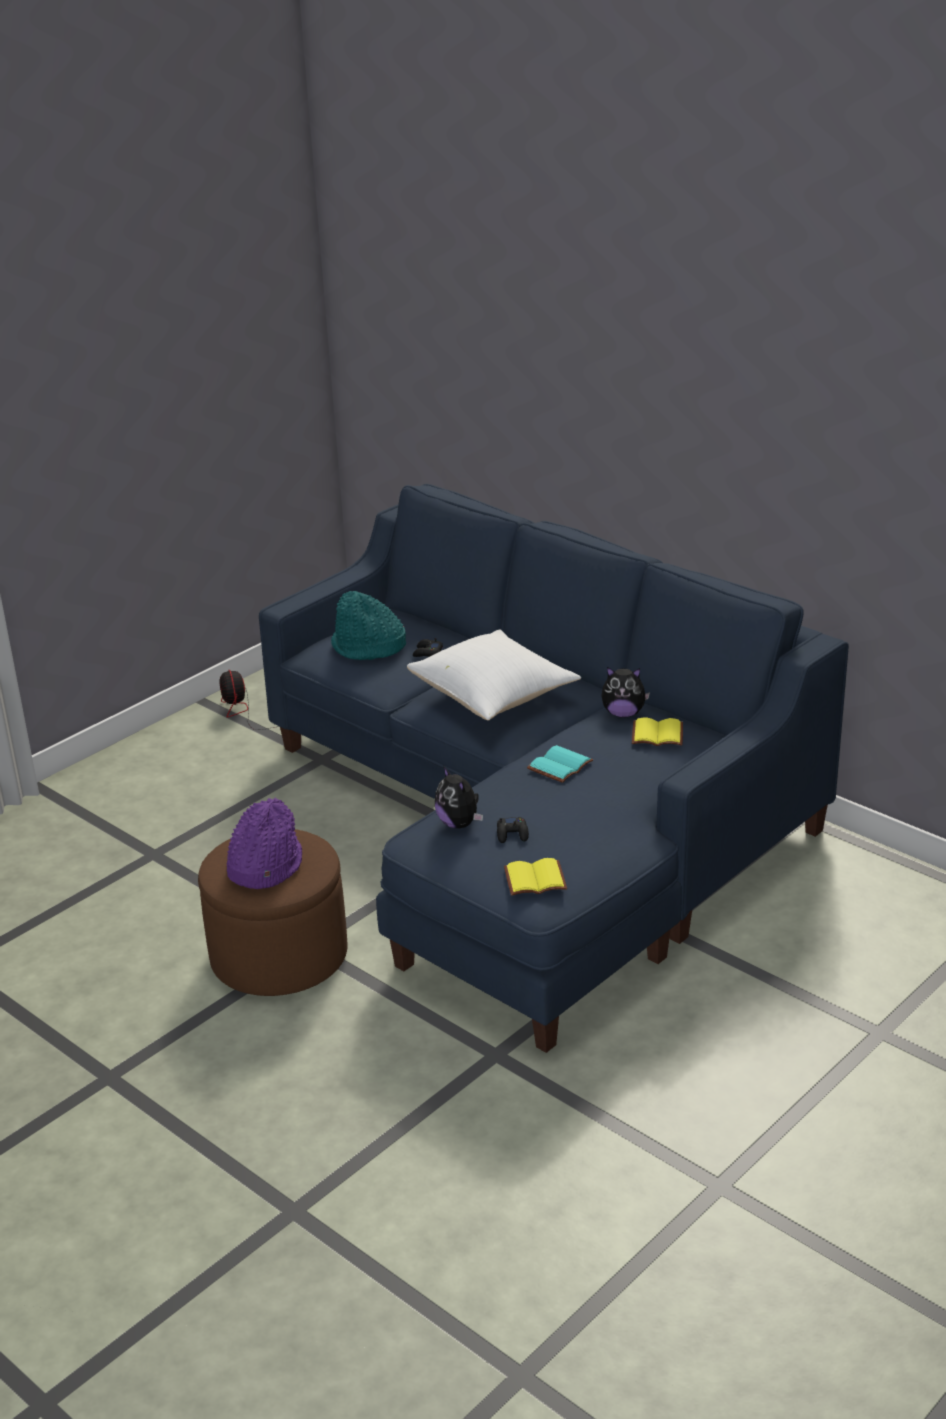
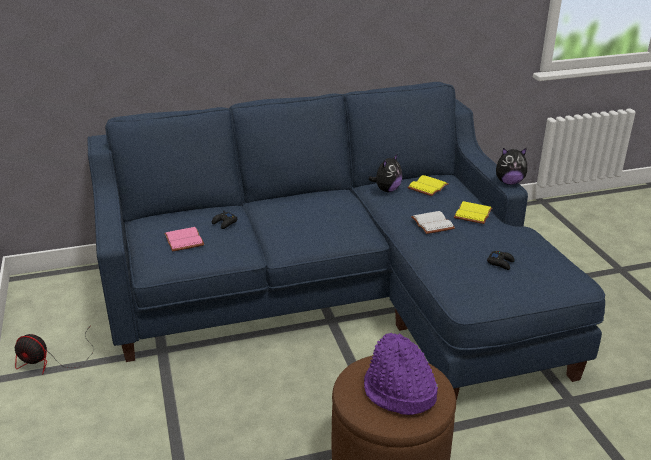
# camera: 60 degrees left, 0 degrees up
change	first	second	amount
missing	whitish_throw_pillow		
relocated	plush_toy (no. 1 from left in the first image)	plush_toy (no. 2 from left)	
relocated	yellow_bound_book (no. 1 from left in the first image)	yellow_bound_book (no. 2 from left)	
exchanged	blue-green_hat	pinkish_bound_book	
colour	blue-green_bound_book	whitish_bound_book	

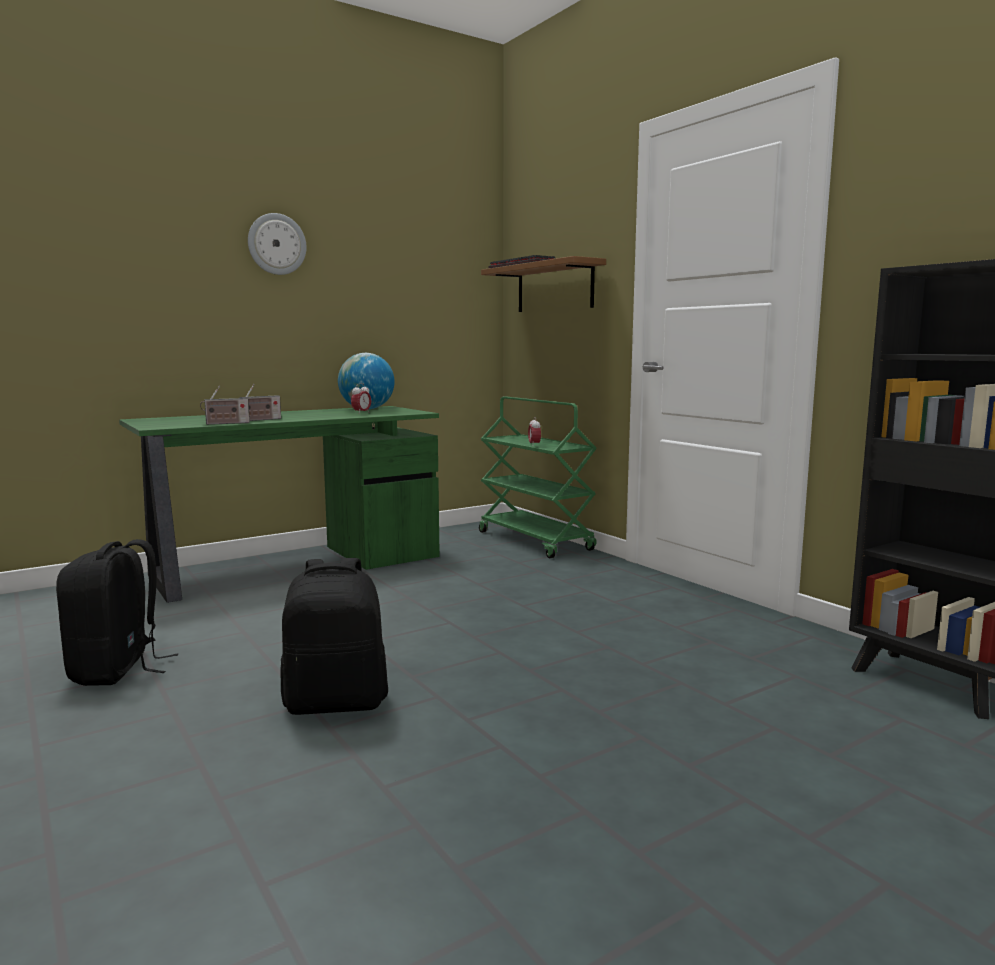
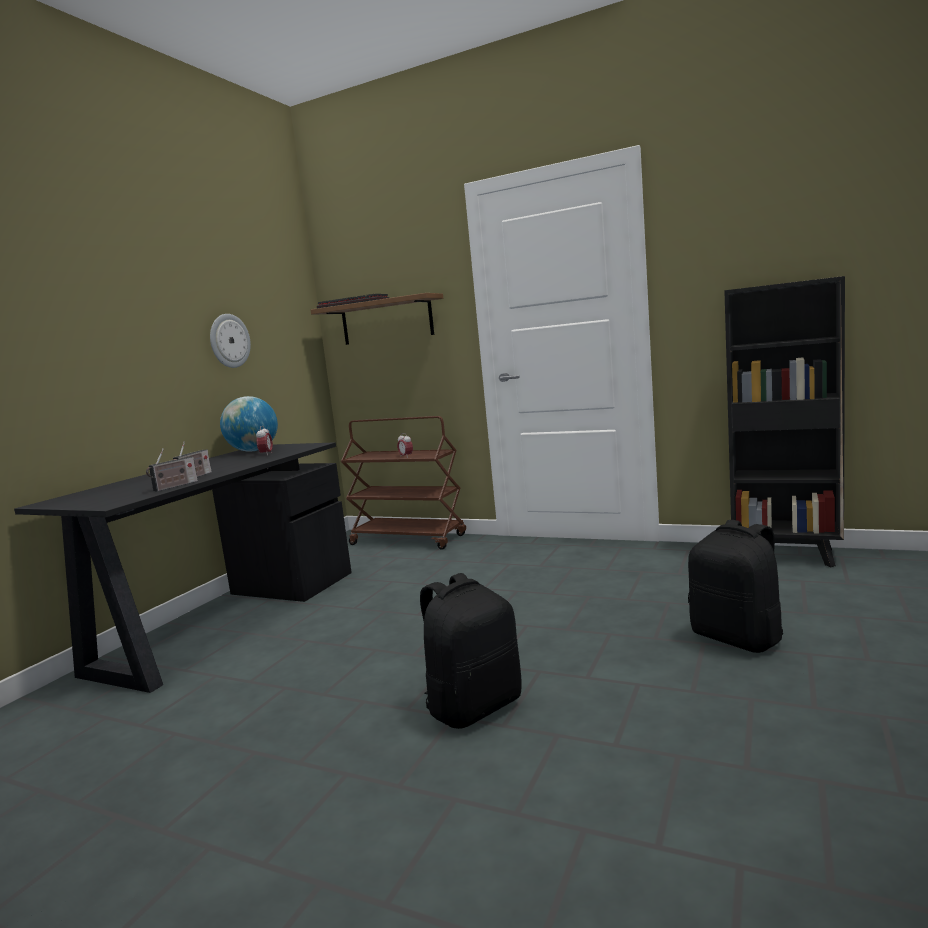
# camera: 30 degrees left, 0 degrees up
change	first	second	amount
relocated	black-coloured_knapsack (no. 1 from left in the first image)	black-coloured_knapsack (no. 2 from left)	
relocated	clock_on_the_wall		
colour	green-coloured_desk	black-coloured_desk	
colour	green-coloured_trolley	brownish_trolley	

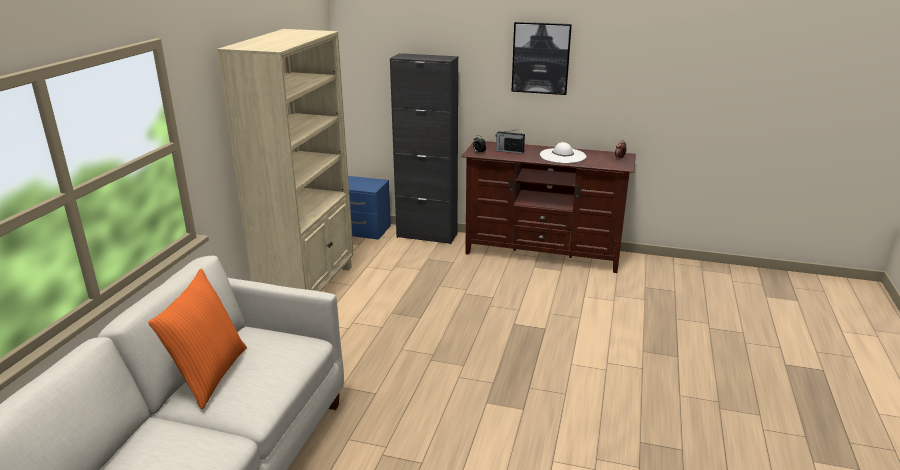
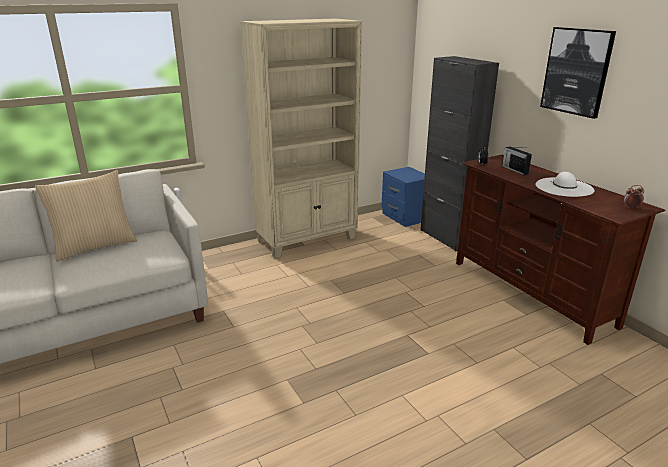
# camera: 45 degrees right, 0 degrees up
change	first	second	amount
colour	orange_throw_pillow	beige-coloured_throw_pillow	

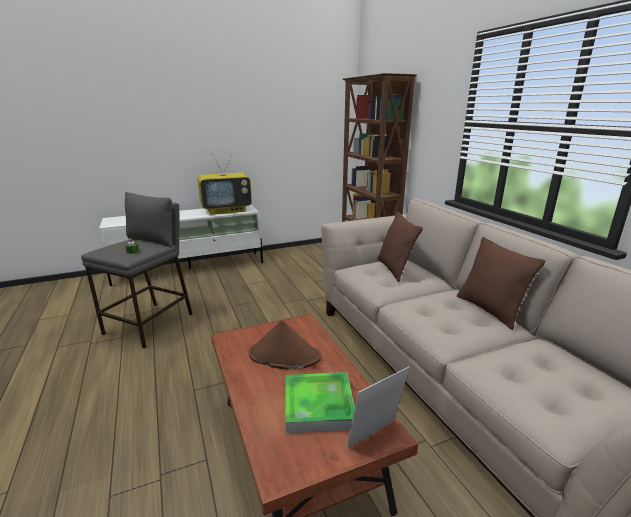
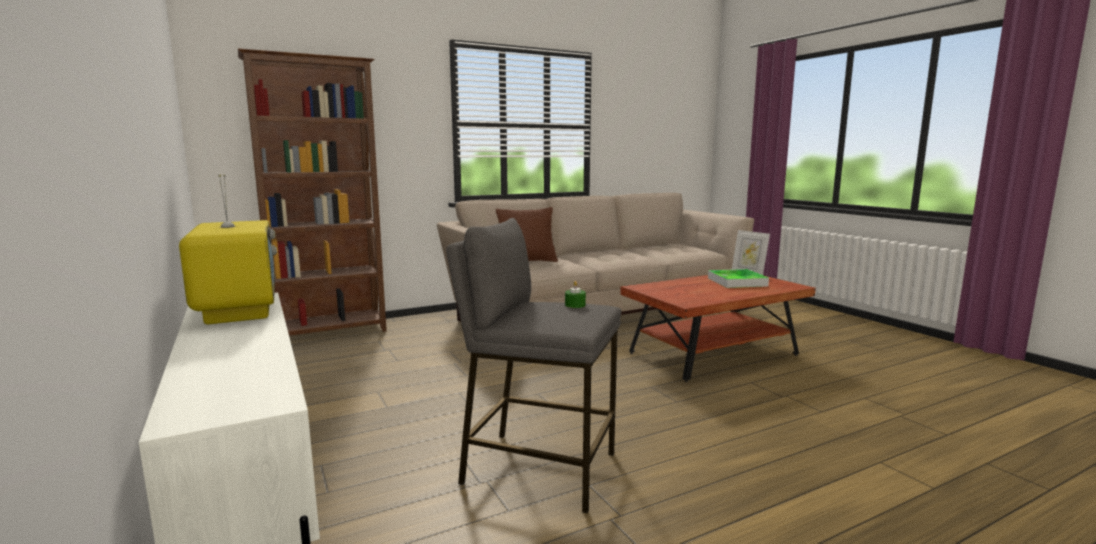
# camera: 95 degrees left, 10 degrees down
change	first	second	amount
missing	brownish_hat		
missing	brownish_throw_pillow (no. 2 from left)		

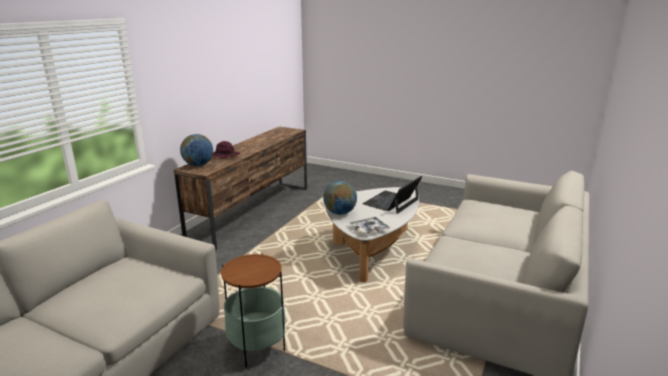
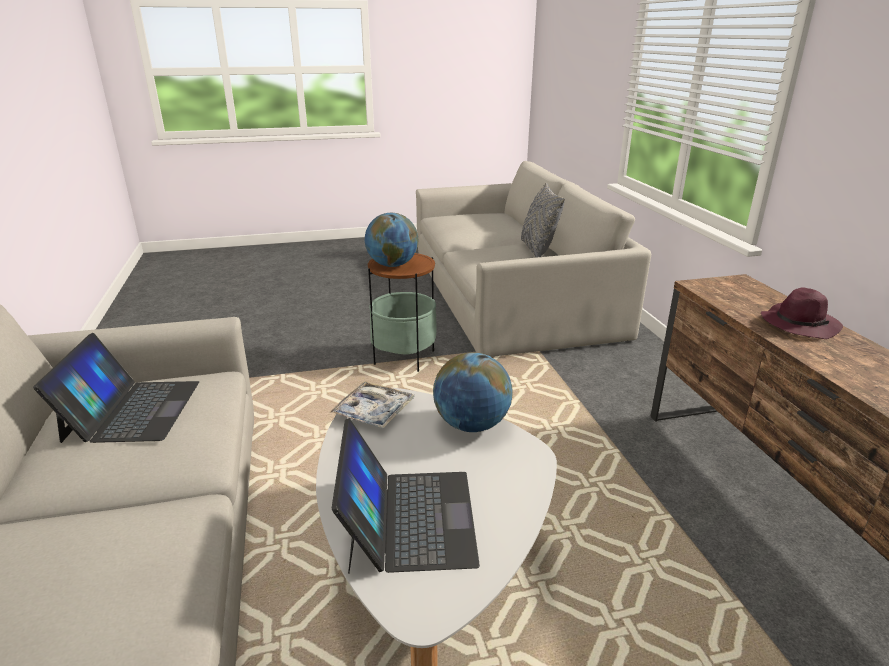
# camera: 140 degrees right, 5 degrees up
change	first	second	amount
appeared		notebook_computer (no. 1 from left)	
appeared		gray_throw_pillow	
relocated	desk_globe (no. 1 from left)		

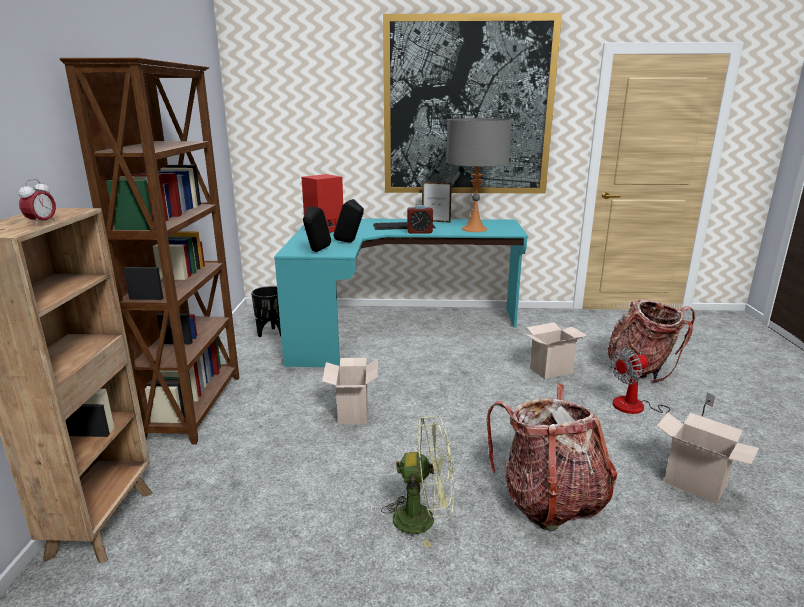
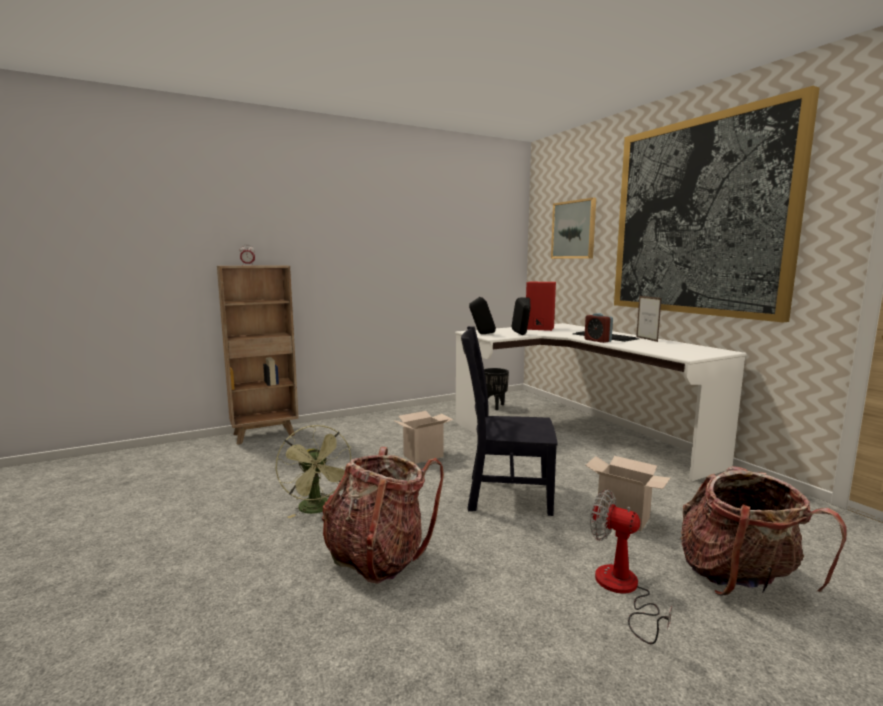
# camera: 60 degrees right, 10 degrees down
change	first	second	amount
missing	brownish_bookcase (no. 2 from left)		
missing	gray_tabletop_lamp		
missing	packing_box (no. 3 from left)		
appeared		black-coloured_chair	
appeared		wall_art (no. 1 from left)	
colour	blue-green_desk	whitish_desk	

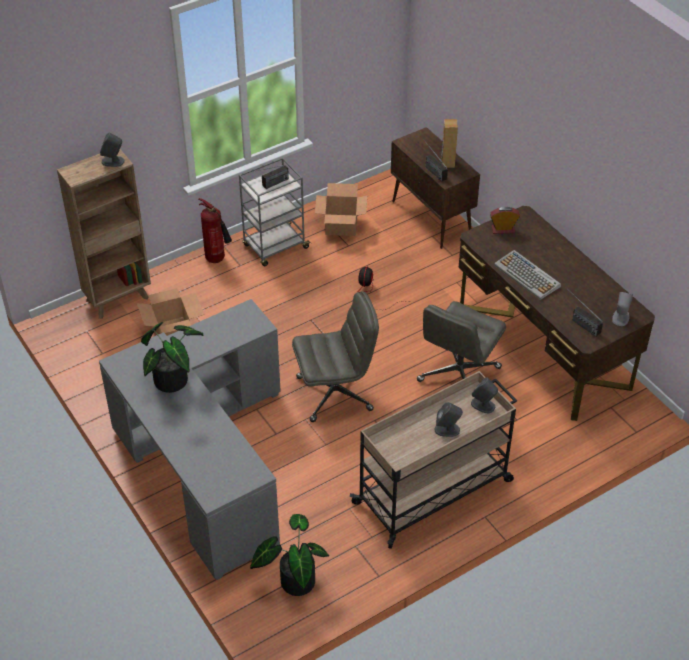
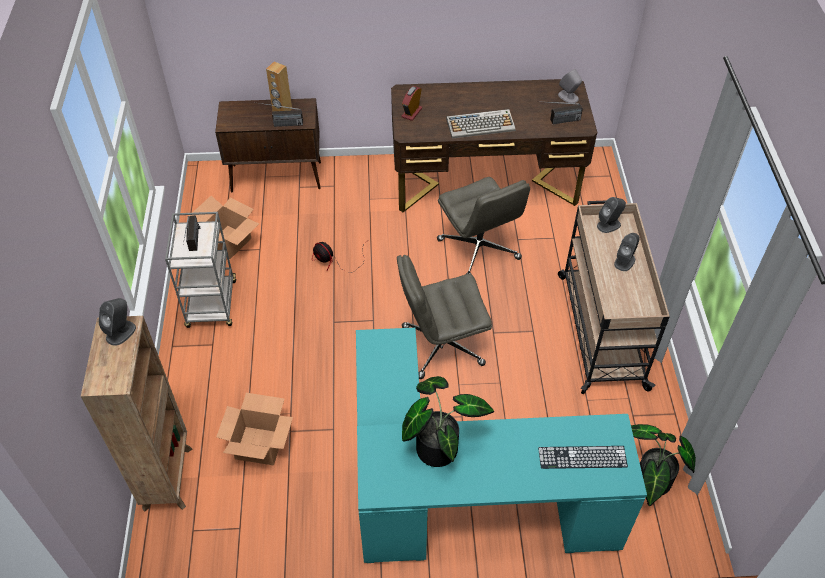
# camera: 60 degrees left, 5 degrees up
change	first	second	amount
missing	extinguisher		
appeared		PC_keyboard (no. 2 from left)	
colour	gray_desk	blue-green_desk	
spun	gray_computer_chair (no. 1 from left)		120 degrees counterclockwise

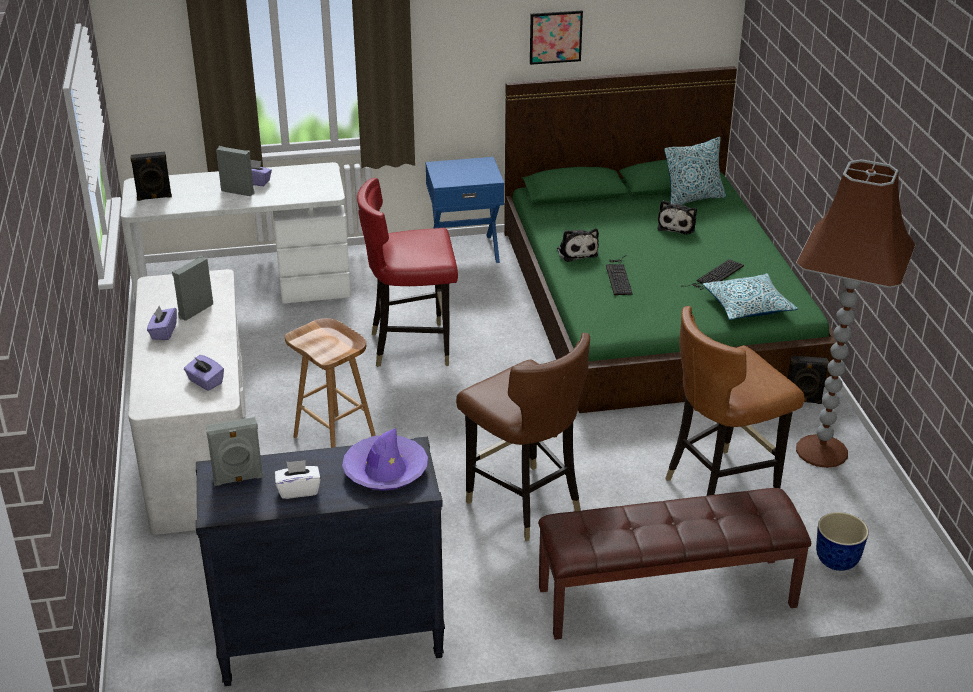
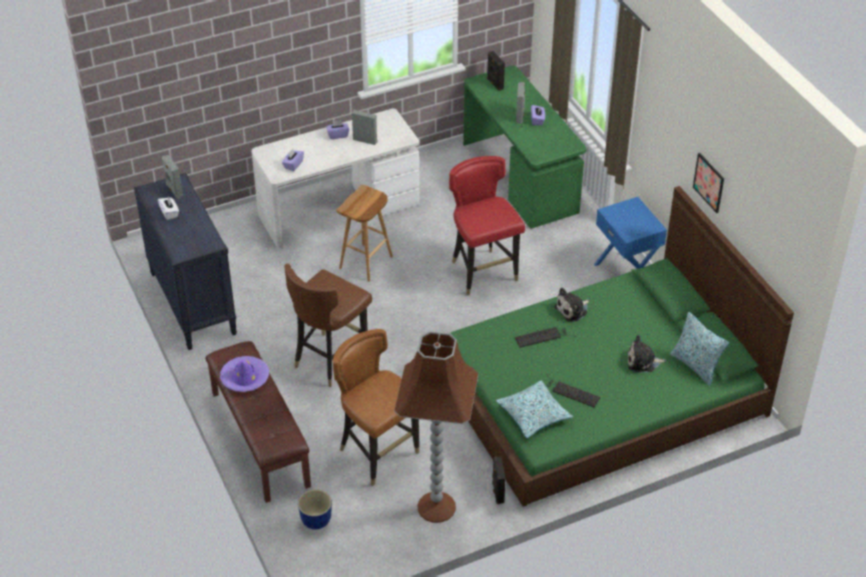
# camera: 75 degrees right, 10 degrees up
change	first	second	amount
relocated	purple_hat		
colour	whitish_desk (no. 2 from left)	green-coloured_desk	

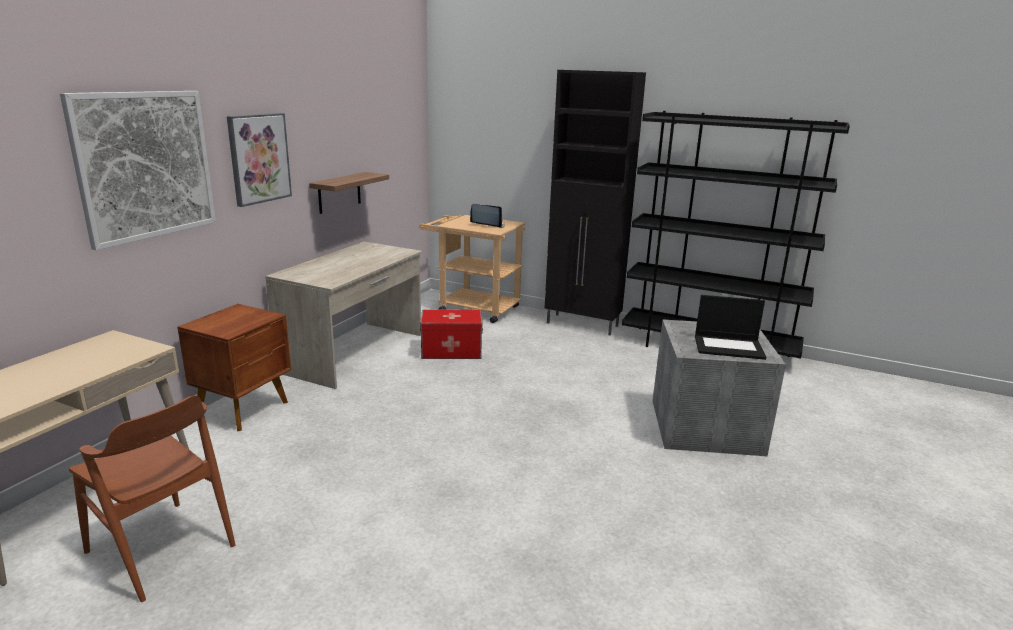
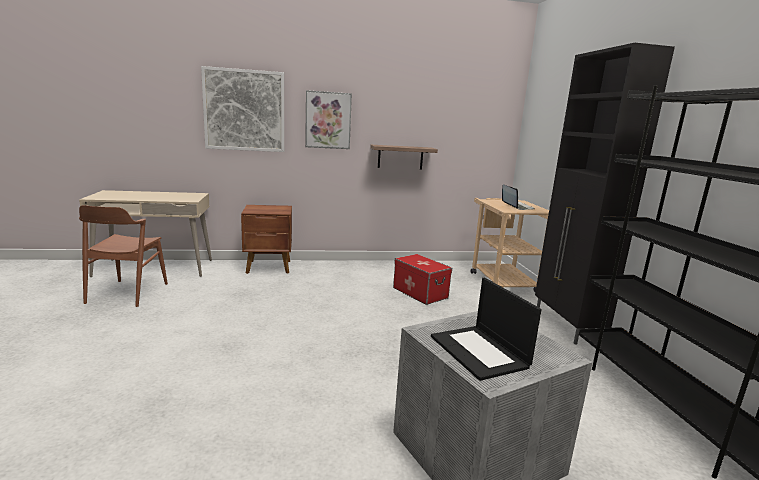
# camera: 55 degrees right, 5 degrees down
change	first	second	amount
missing	beige-coloured_desk (no. 2 from left)		

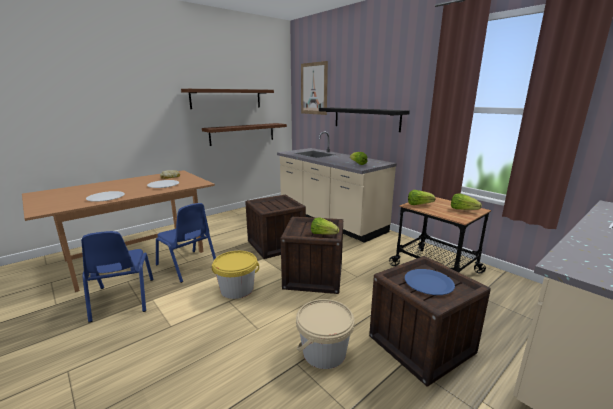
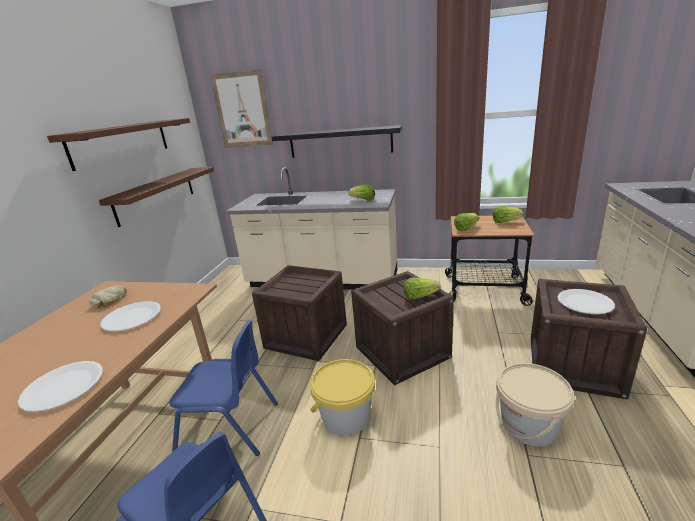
# camera: 35 degrees left, 5 degrees up
change	first	second	amount
colour	blue-coloured_flat_dish	whitish_flat_dish (no. 3 from left)	

